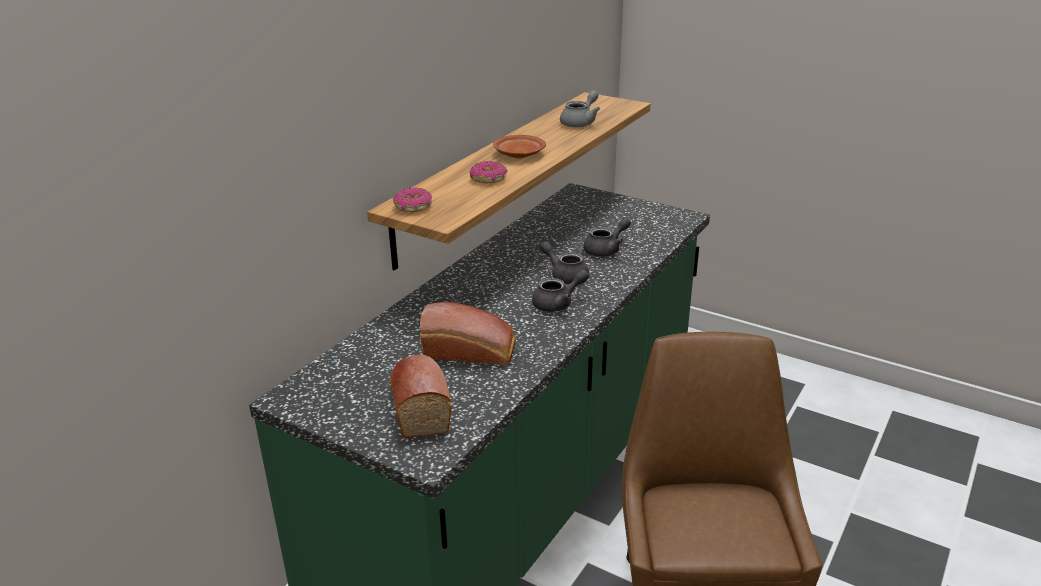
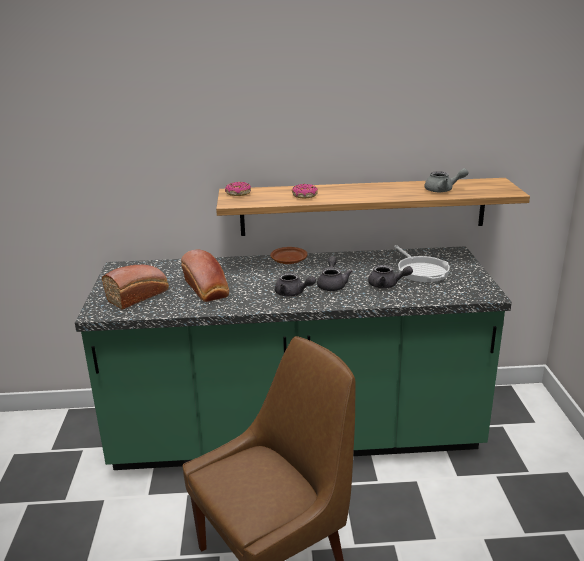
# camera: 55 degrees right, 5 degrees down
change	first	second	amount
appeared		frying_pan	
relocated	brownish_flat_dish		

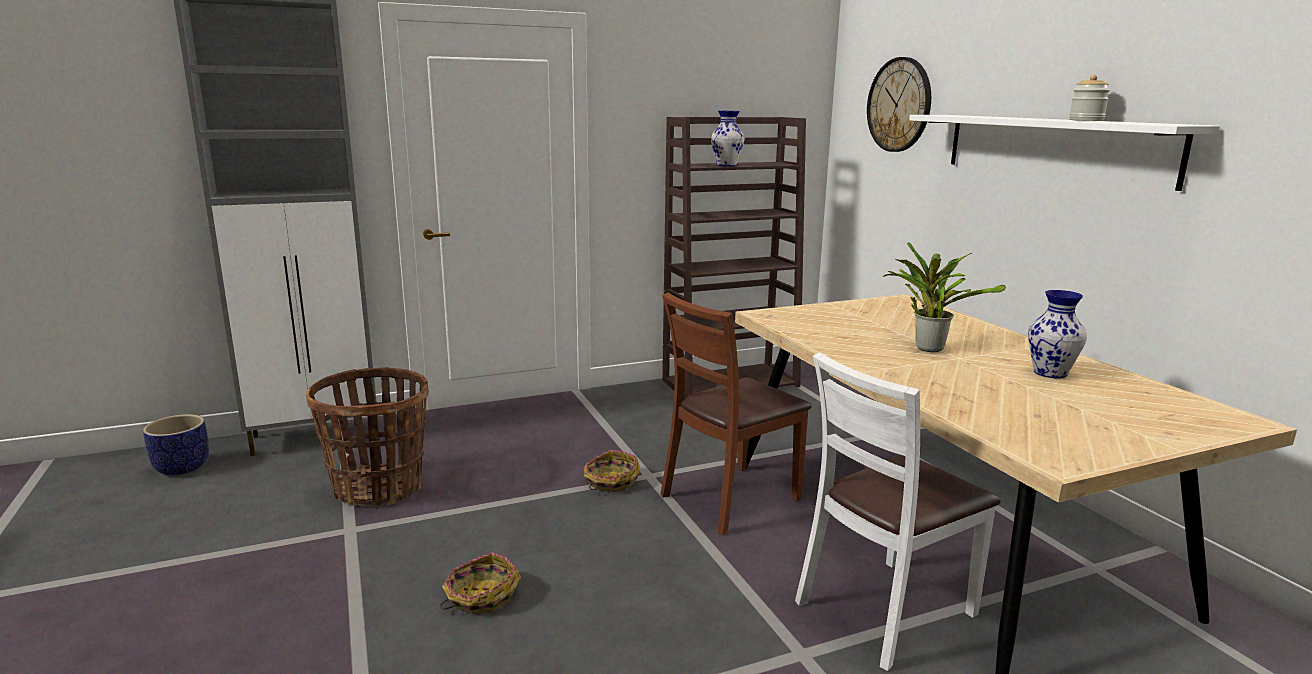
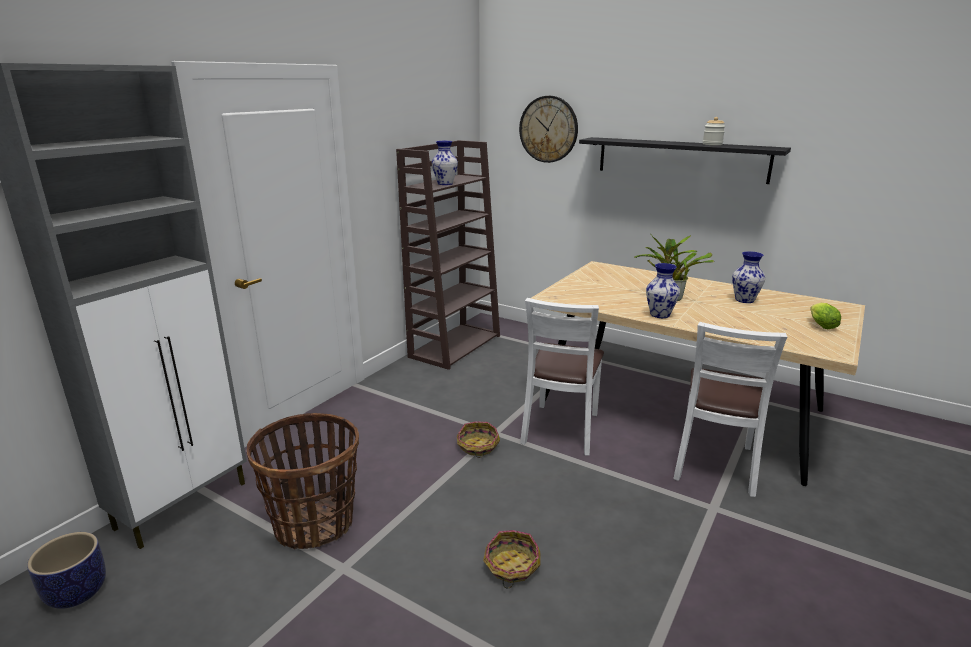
# camera: 35 degrees left, 5 degrees up
change	first	second	amount
appeared		flower_vase (no. 2 from left)	
appeared		head_of_lettuce	
colour	brownish_chair	whitish_chair (no. 1 from left)	
colour	whitish_wall_shelf	black-coloured_wall_shelf	

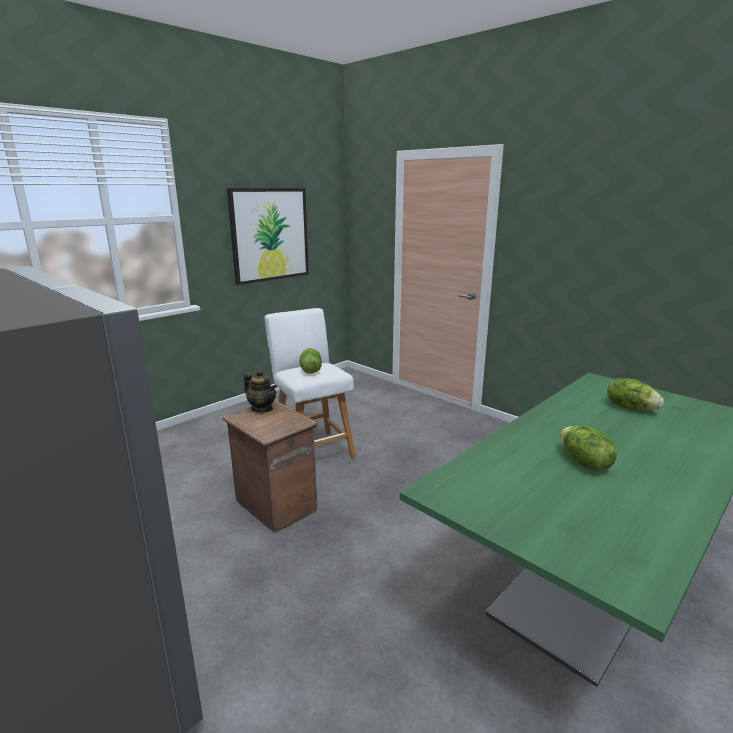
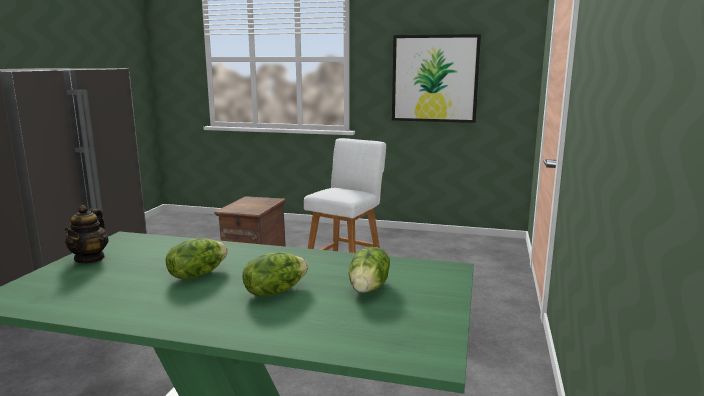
# camera: 60 degrees right, 5 degrees down
change	first	second	amount
relocated	teapot		
relocated	head_of_lettuce (no. 1 from left in the first image)	head_of_lettuce (no. 2 from left)	

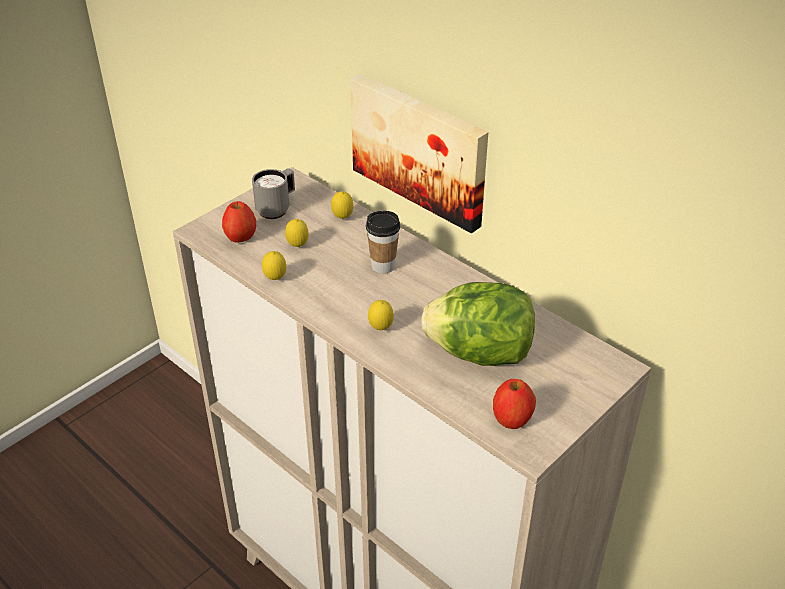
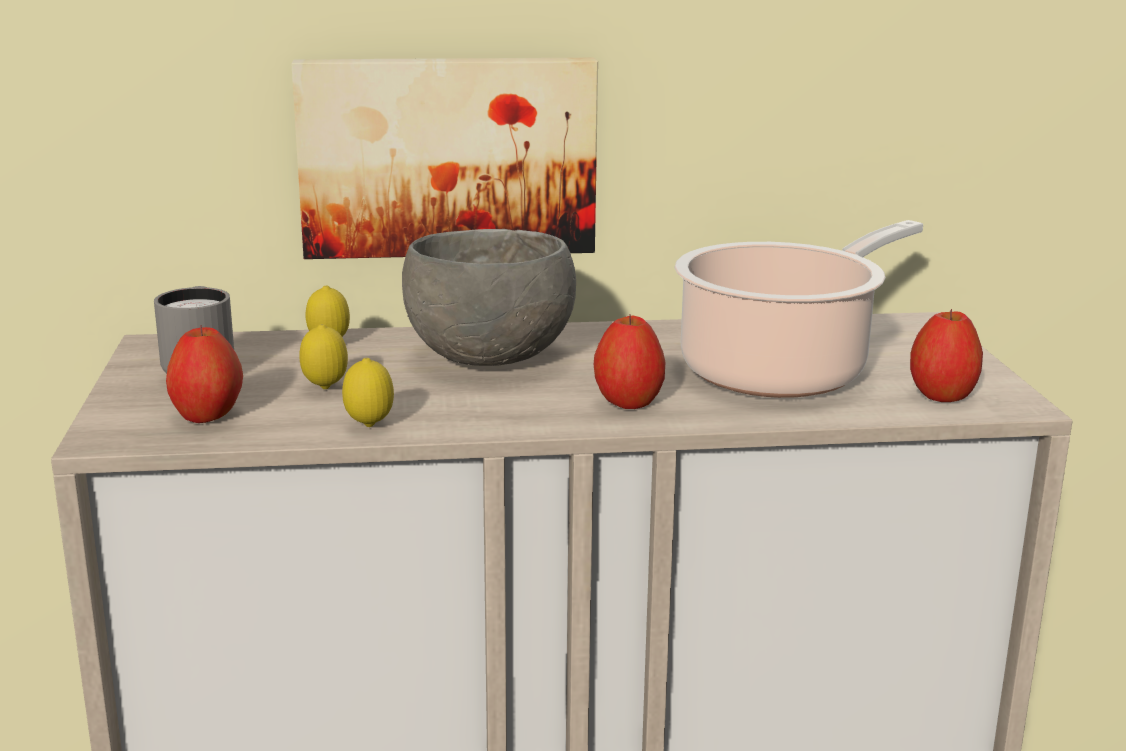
# camera: 50 degrees left, 20 degrees down
change	first	second	amount
exchanged	cup	gray_serving_bowl	
exchanged	whole_lemon (no. 4 from left)	whole_apple (no. 2 from left)	
exchanged	head_of_lettuce	stockpot	

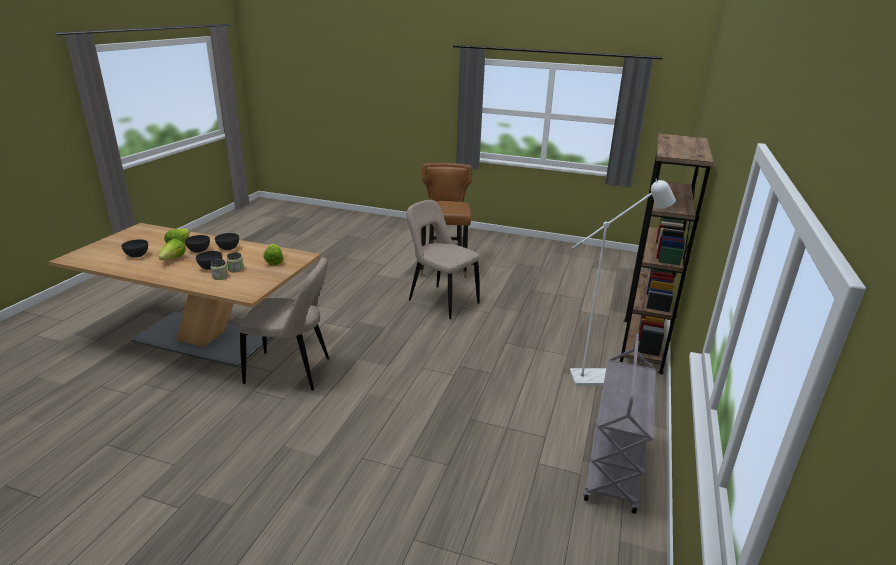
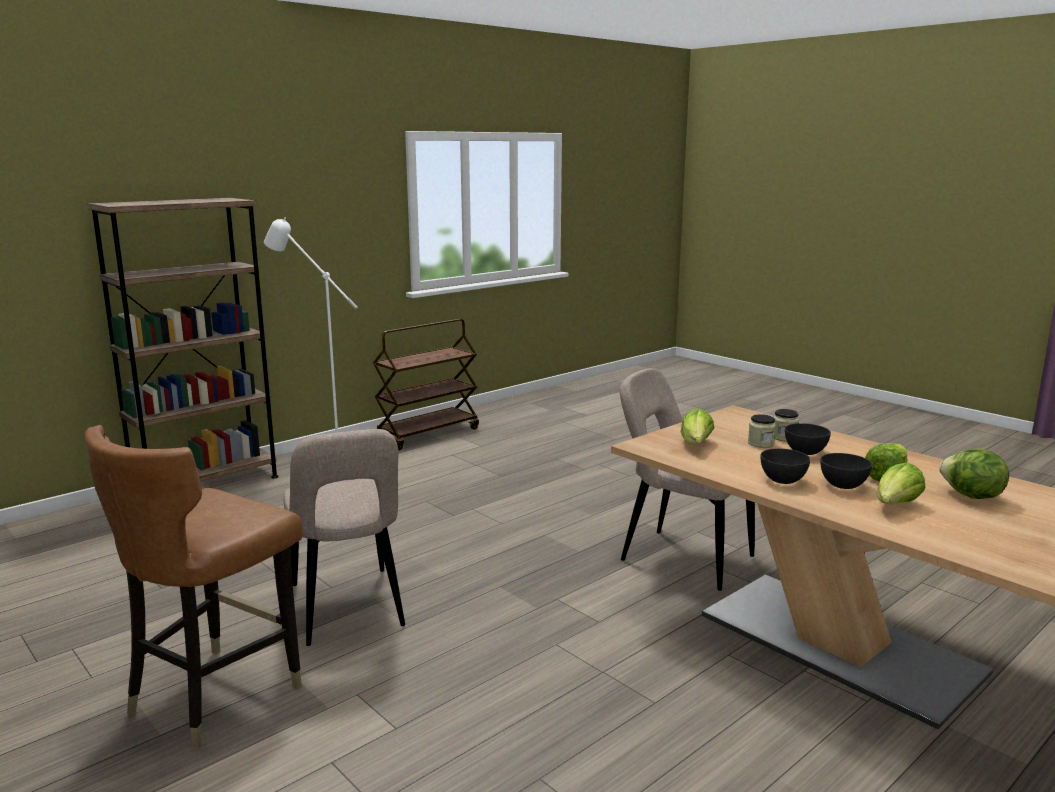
# camera: 150 degrees left, 10 degrees down
change	first	second	amount
exchanged	gray_serving_bowl (no. 1 from left)	head_of_lettuce (no. 4 from left)	
colour	gray_trolley	brownish_trolley	

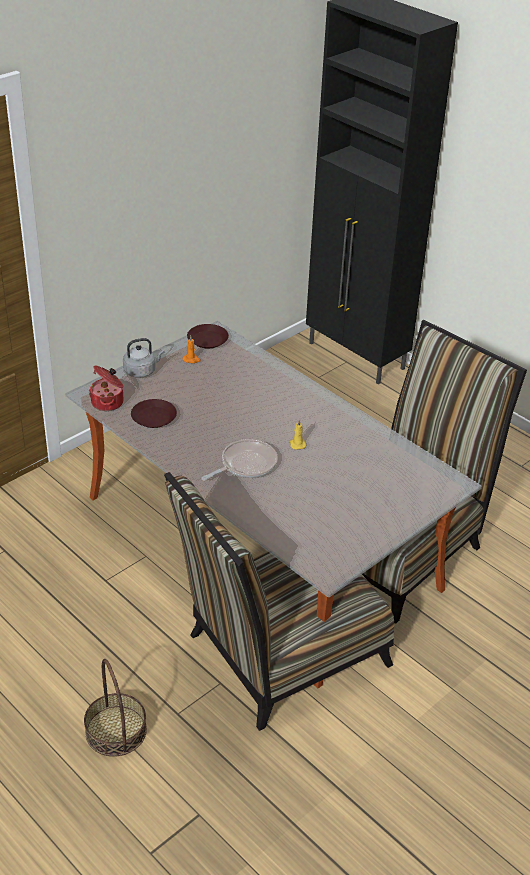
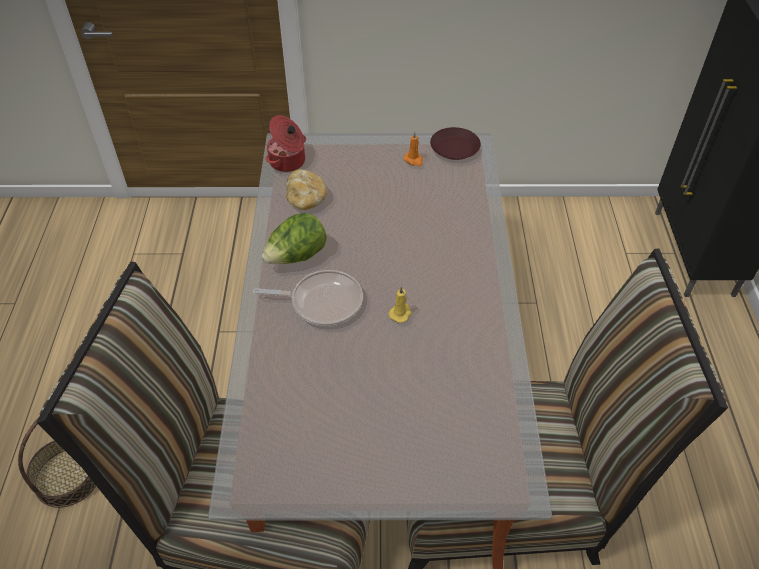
# camera: 45 degrees right, 10 degrees up
change	first	second	amount
missing	gray_kettle		
appeared		head_of_lettuce	
exchanged	brownish_flat_dish (no. 1 from left)	baked_bread	

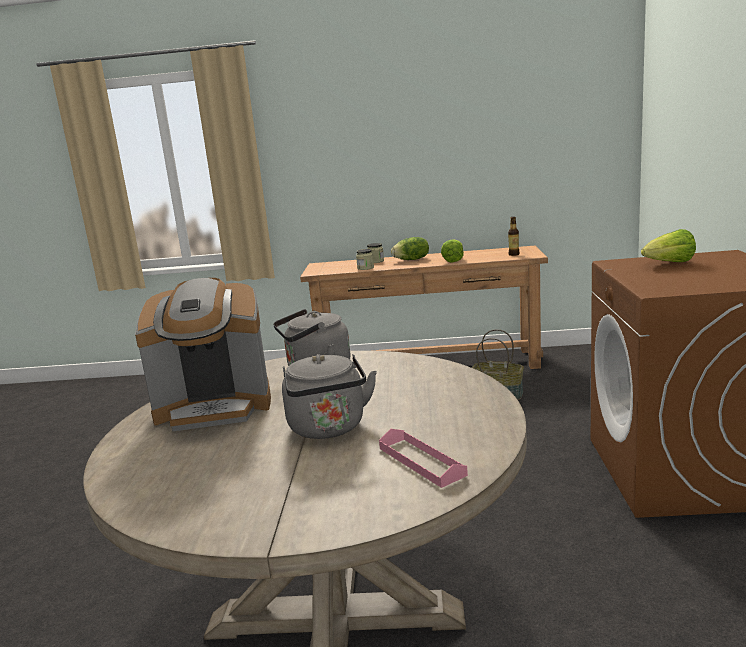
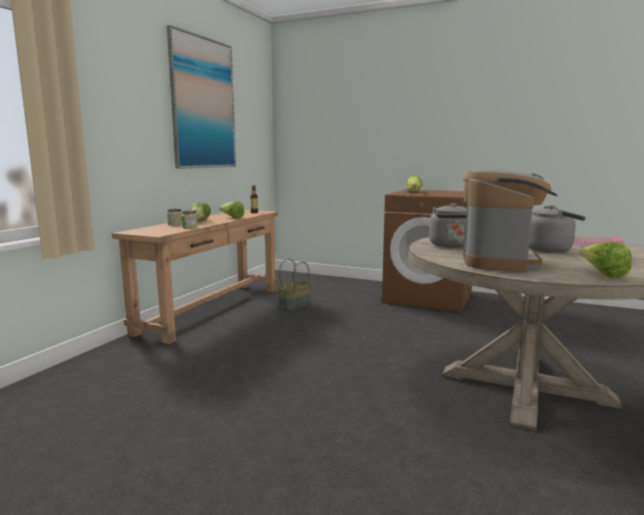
# camera: 70 degrees left, 5 degrees down
change	first	second	amount
appeared		wall_art	
appeared		head_of_lettuce (no. 4 from left)	

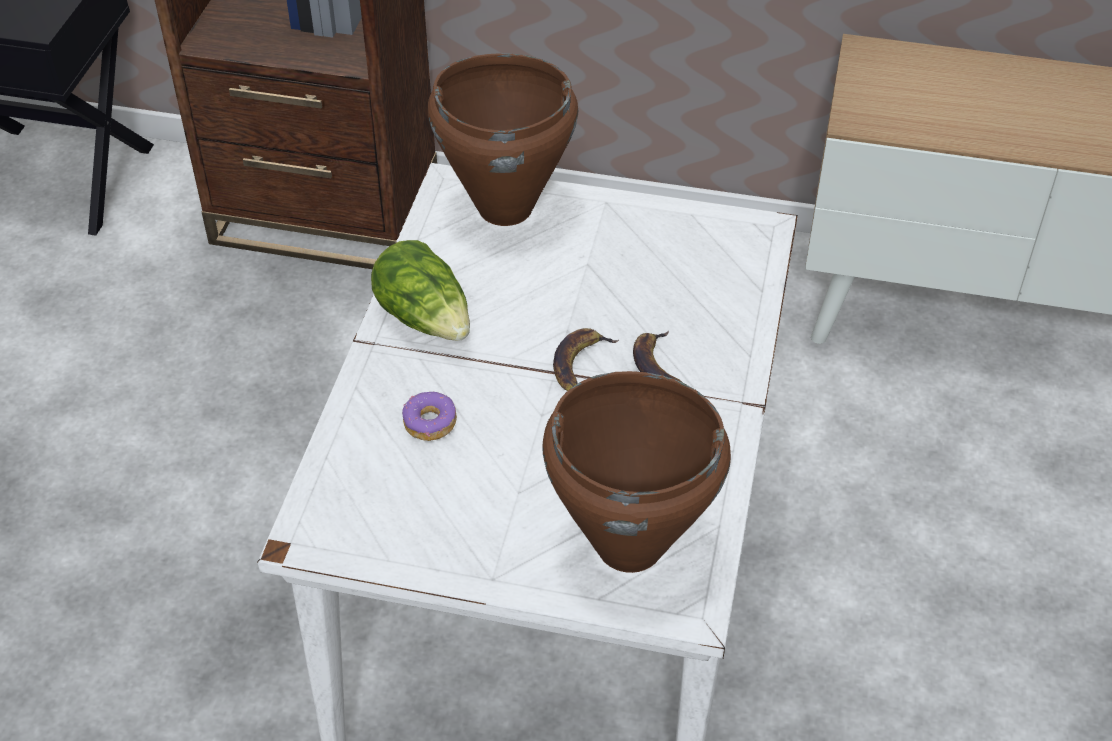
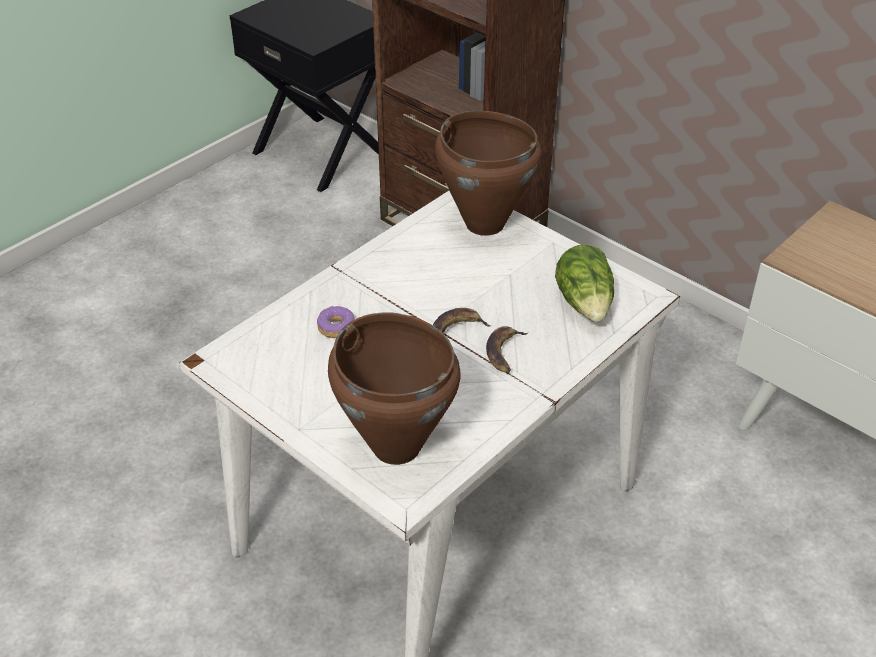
# camera: 30 degrees right, 5 degrees down
change	first	second	amount
relocated	head_of_lettuce		

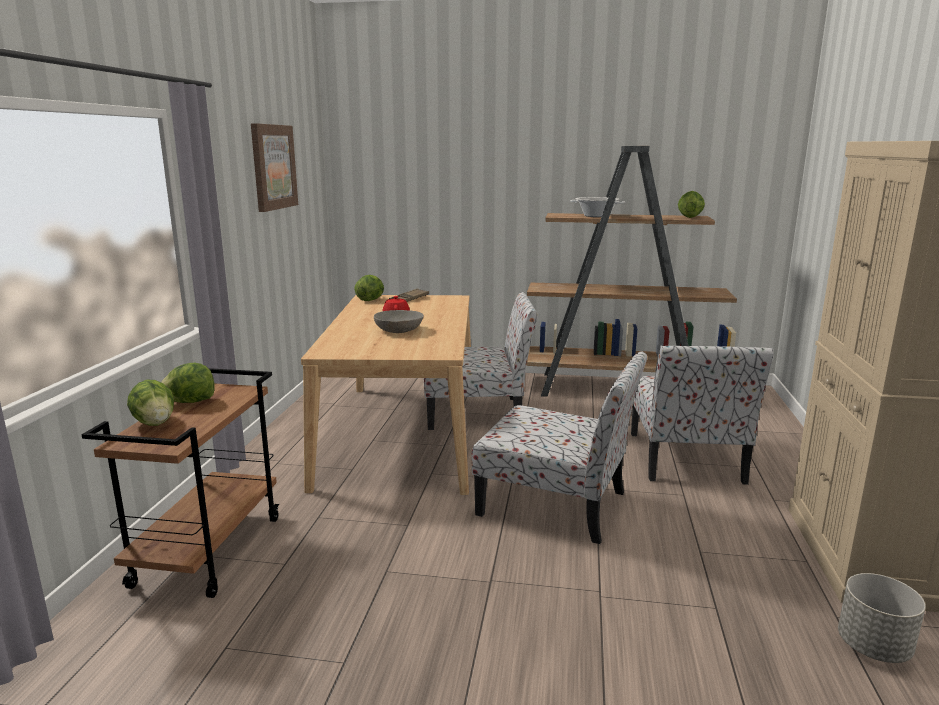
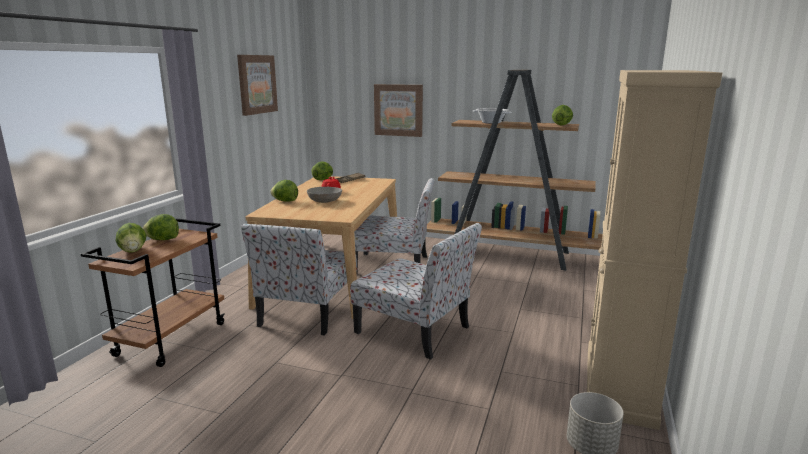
# camera: 10 degrees right, 0 degrees up
change	first	second	amount
appeared		head_of_lettuce (no. 3 from left)	
appeared		wall_art (no. 2 from left)	
relocated	chair (no. 3 from left in the first image)	chair (no. 1 from left)	

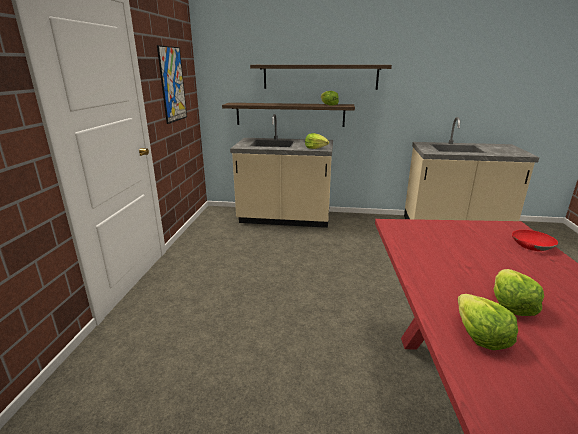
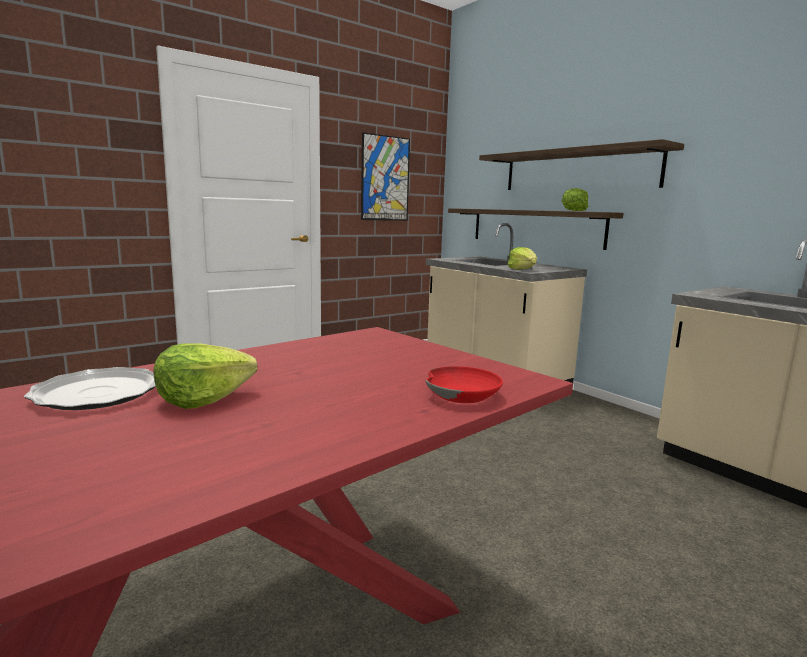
# camera: 45 degrees right, 10 degrees down
change	first	second	amount
exchanged	head_of_lettuce (no. 3 from left)	flat_dish	

